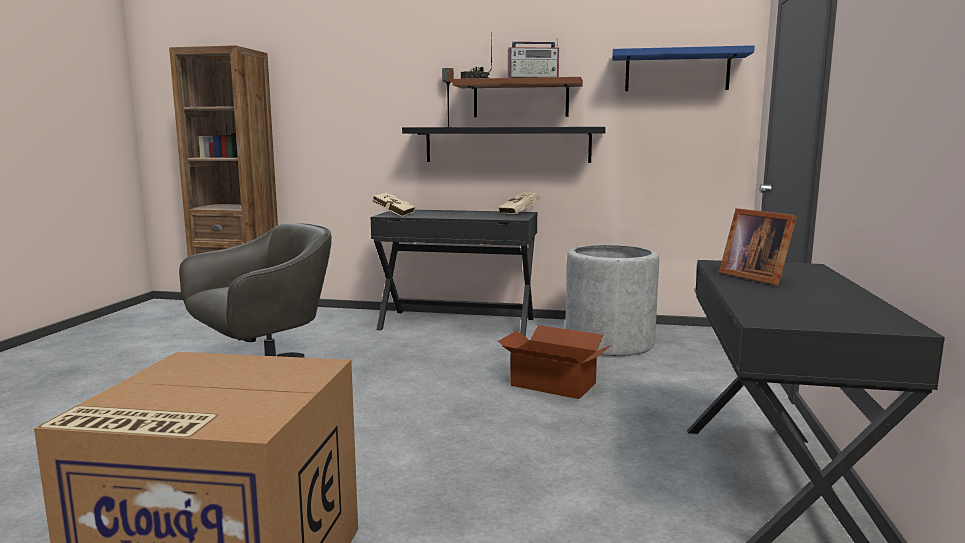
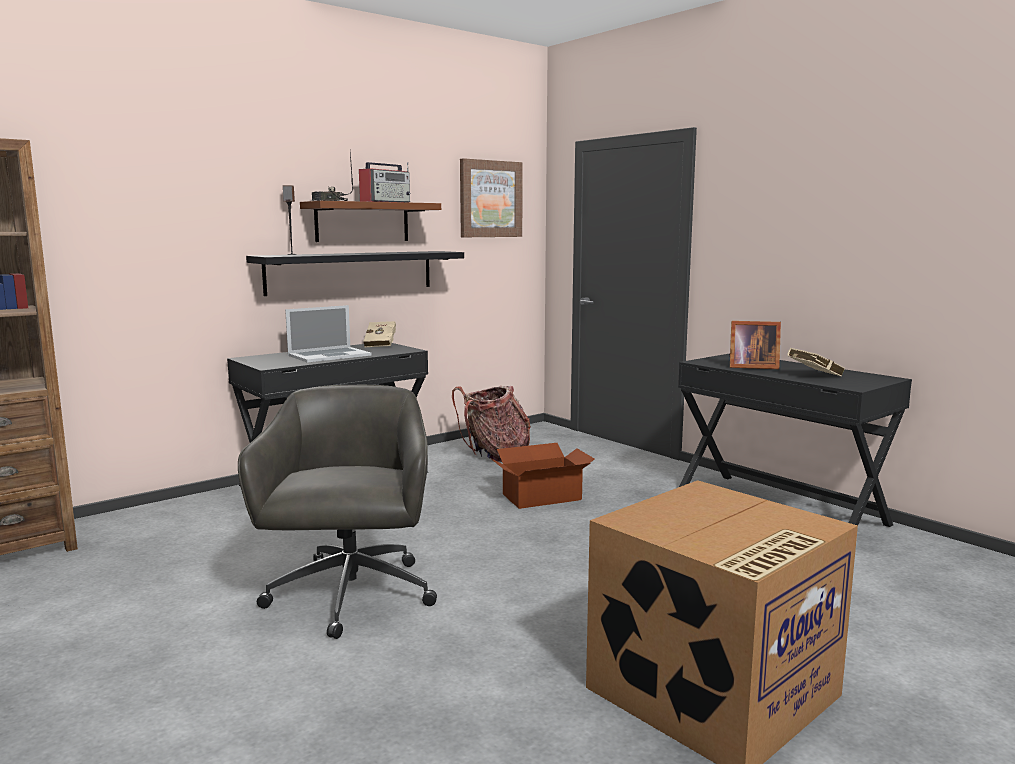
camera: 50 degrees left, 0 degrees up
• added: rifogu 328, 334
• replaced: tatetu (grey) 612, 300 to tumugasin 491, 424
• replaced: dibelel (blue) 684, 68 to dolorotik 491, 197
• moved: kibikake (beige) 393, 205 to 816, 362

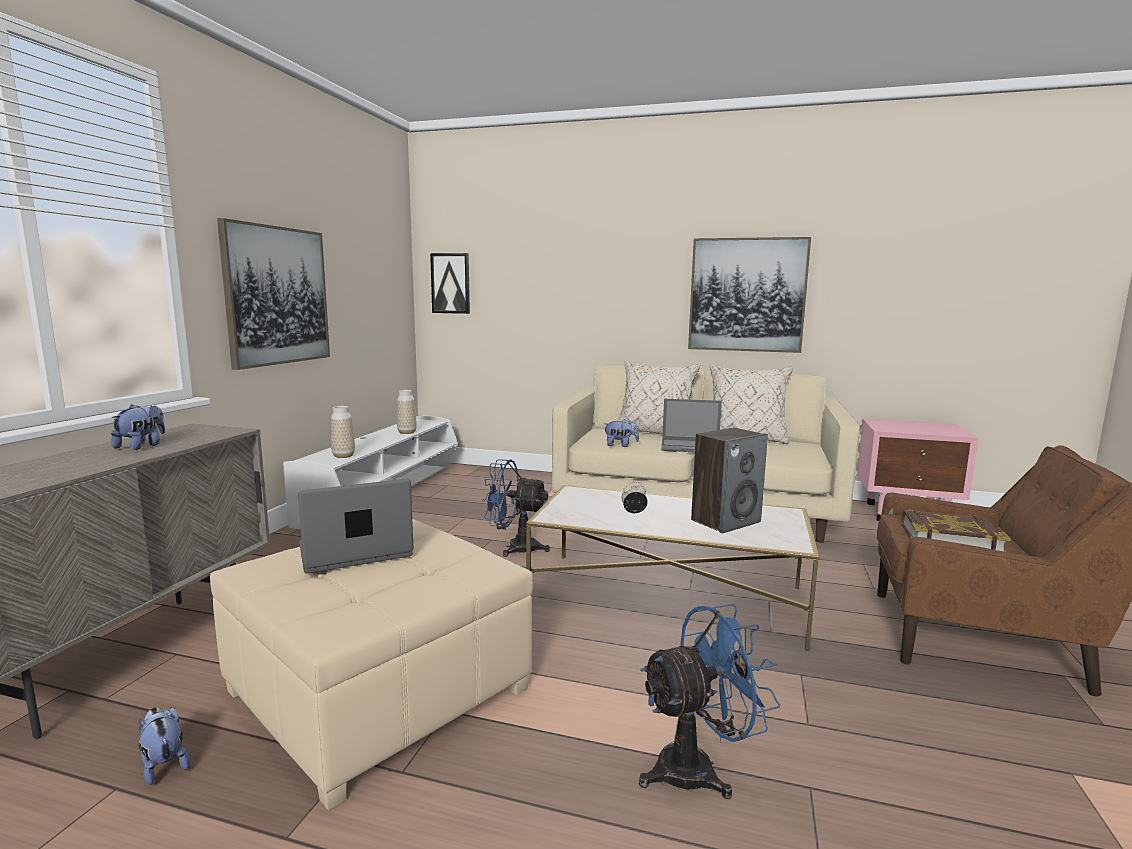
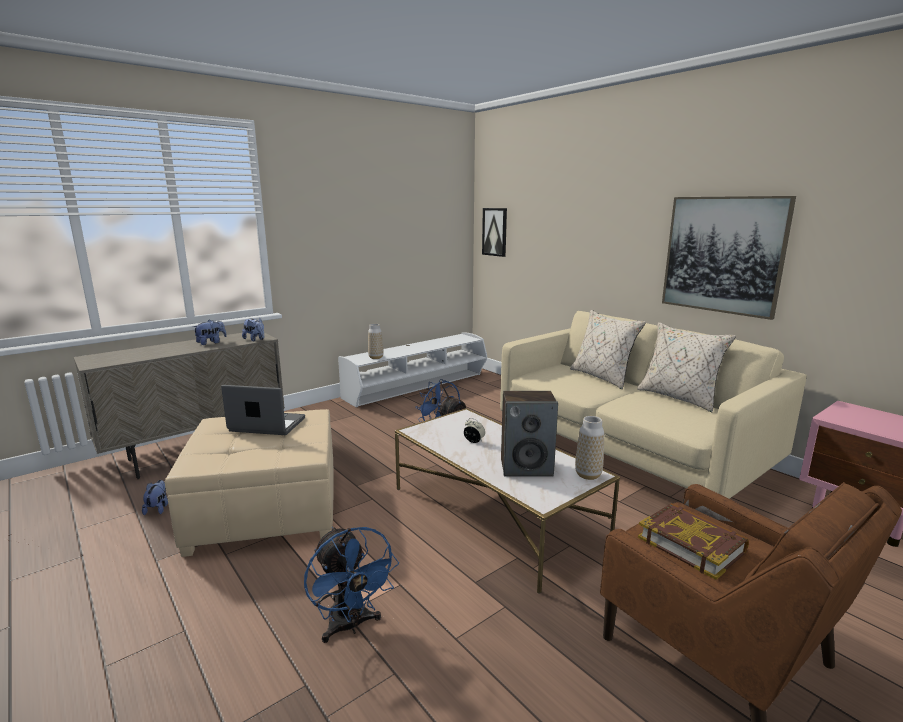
camera: 35 degrees right, 5 degrees up
• moved: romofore 621, 433 to 253, 329
• turned: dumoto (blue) 709, 701 = 351, 585 45 degrees clockwise
• moved: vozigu 407, 412 to 589, 448
• removed: dolorotik 273, 294
• removed: rifogu 691, 425

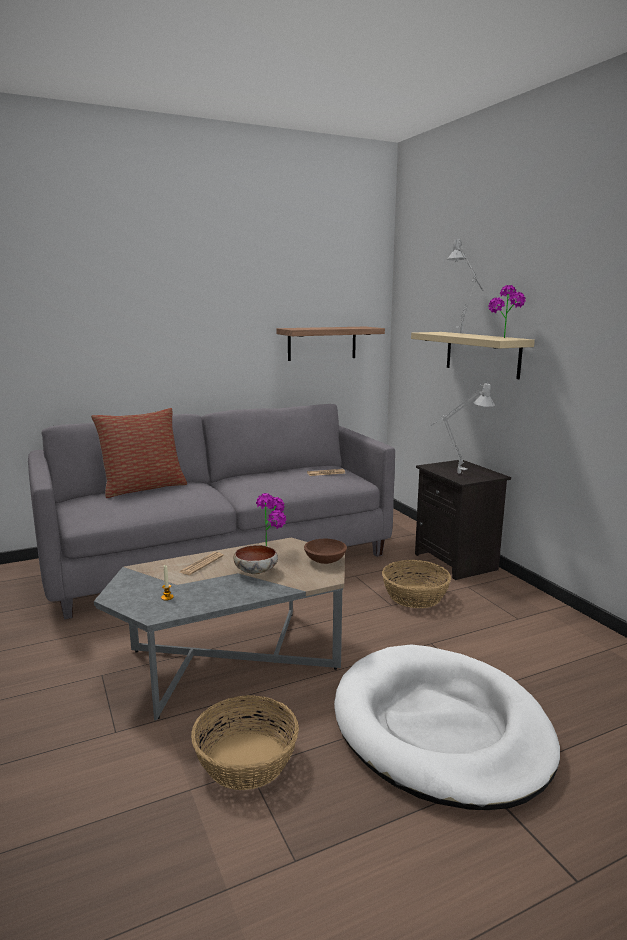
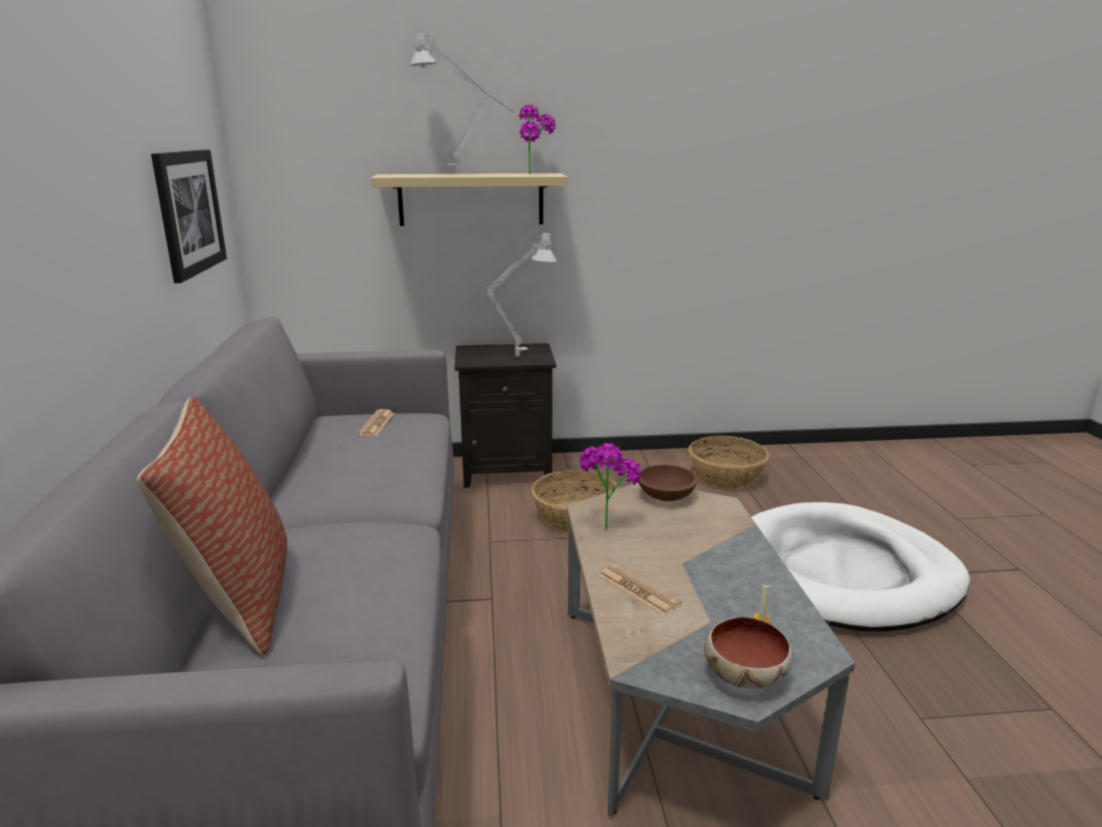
camera: 70 degrees left, 5 degrees up
• replaced: dibelel 330, 344 to dolorotik 189, 216
• moved: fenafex 245, 742 to 728, 462
• moved: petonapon 255, 559 to 748, 653

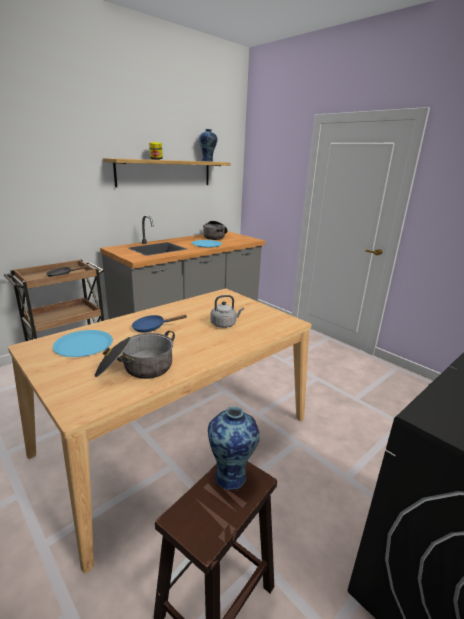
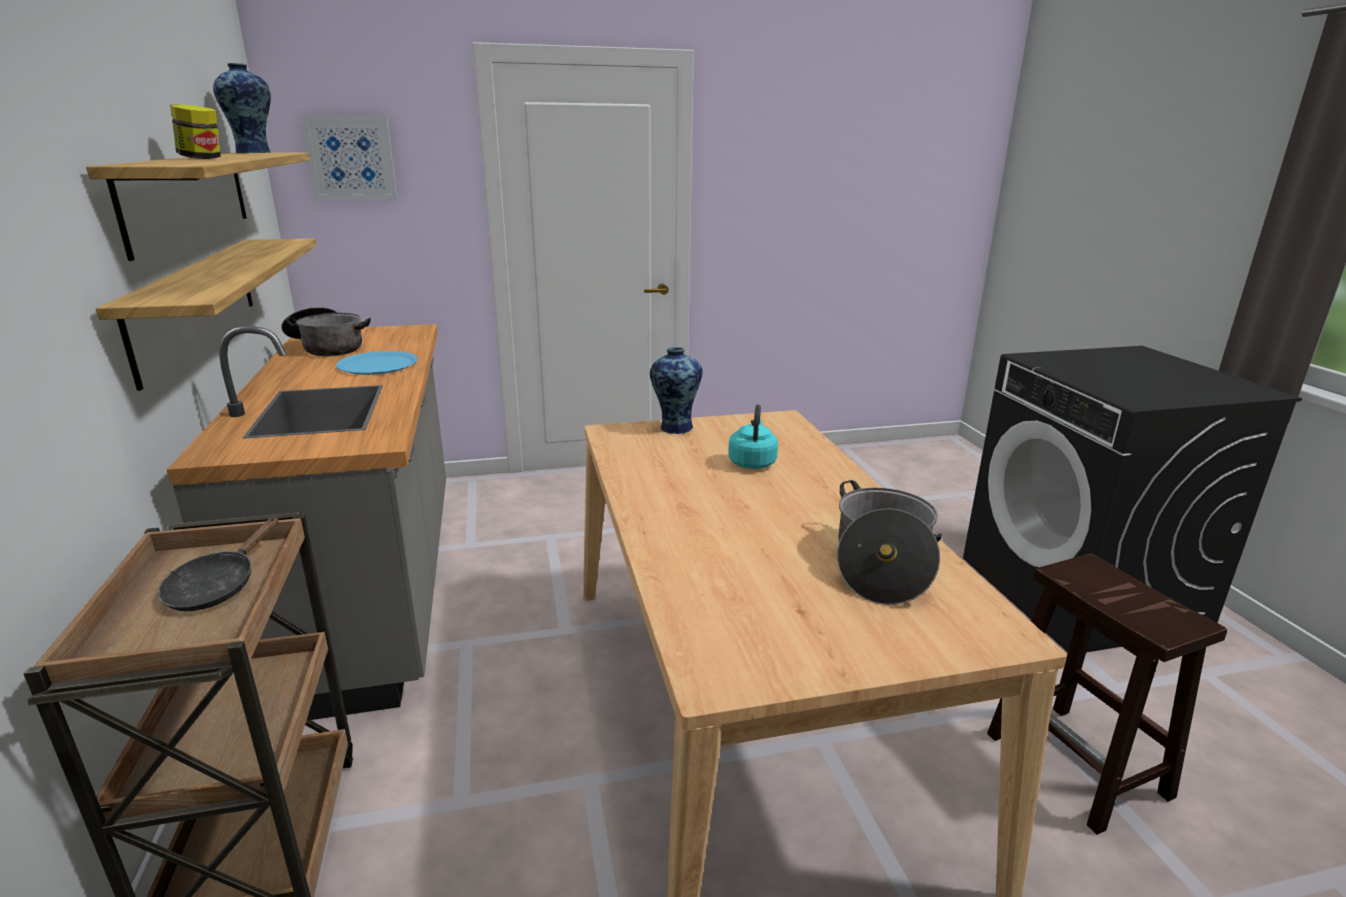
camera: 60 degrees left, 0 degrees up
• added: dibelel 206, 315
• added: dolorotik 350, 157
• moved: vozigu 234, 448 to 676, 390
• recoloured: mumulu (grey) 227, 311 to mumulu (turquoise) 753, 436
• removed: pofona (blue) 83, 343
• removed: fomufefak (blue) 160, 324

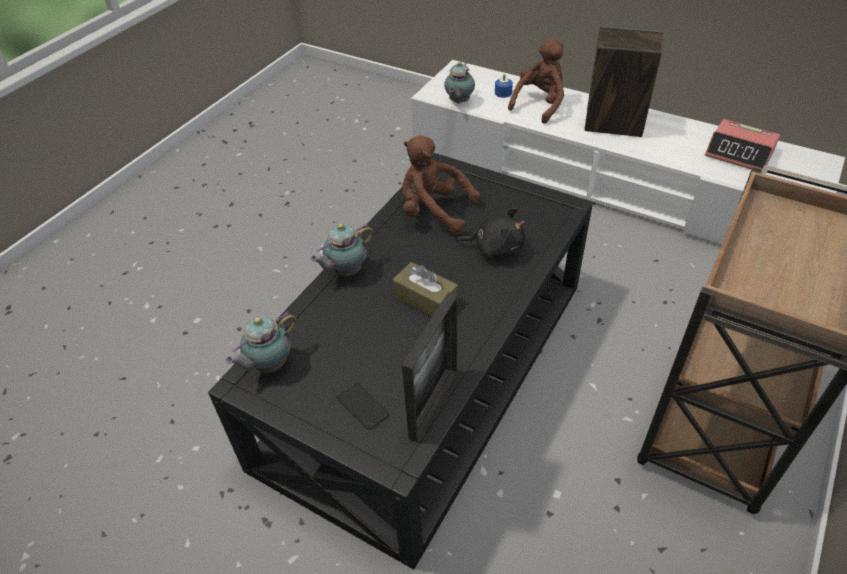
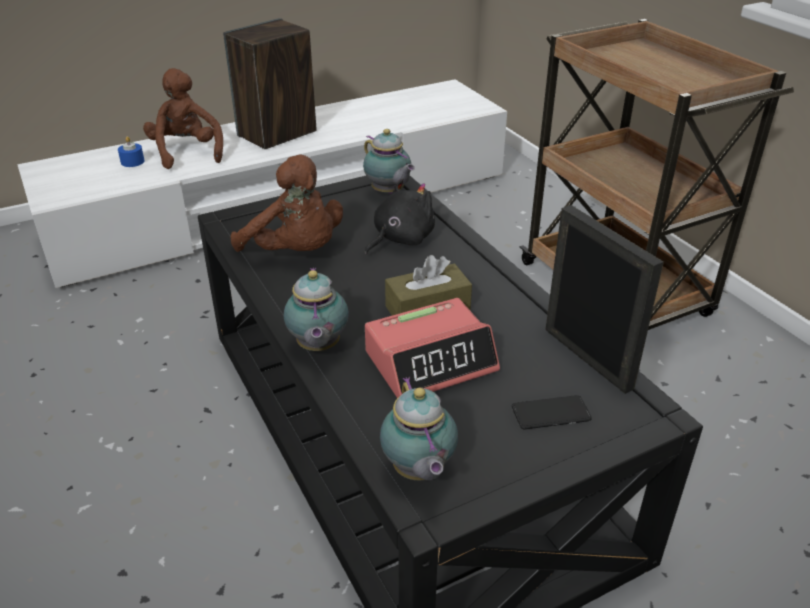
camera: 60 degrees left, 10 degrees down
• turned: romofore (brown) 441, 185 = 287, 203 105 degrees counterclockwise
• moved: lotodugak 459, 83 to 389, 161
• moved: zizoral 742, 144 to 432, 348

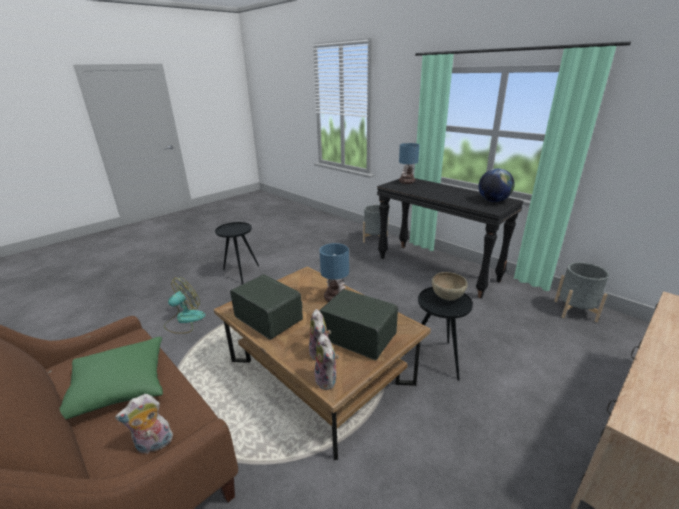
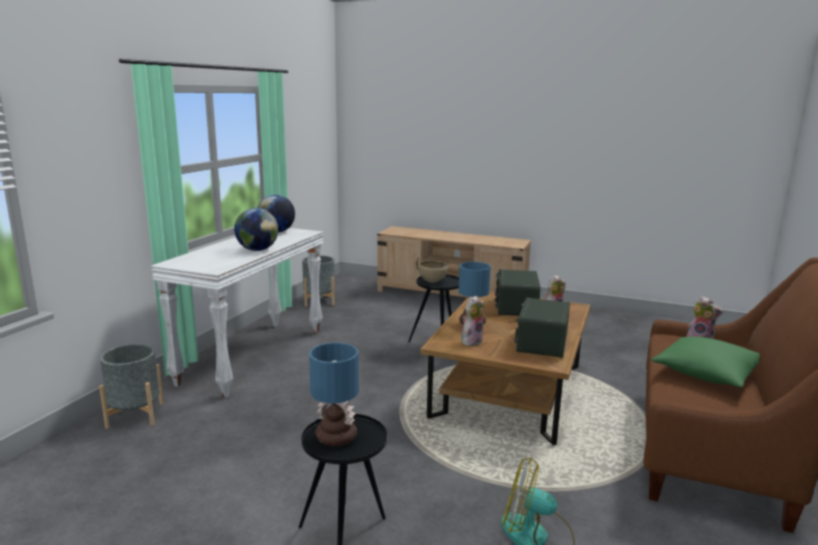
camera: 115 degrees left, 10 degrees down
• recoloured: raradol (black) 450, 238 to raradol (white) 237, 313
• added: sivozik 256, 229
• moved: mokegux 409, 163 to 334, 394
• moved: romofore 326, 362 to 473, 321

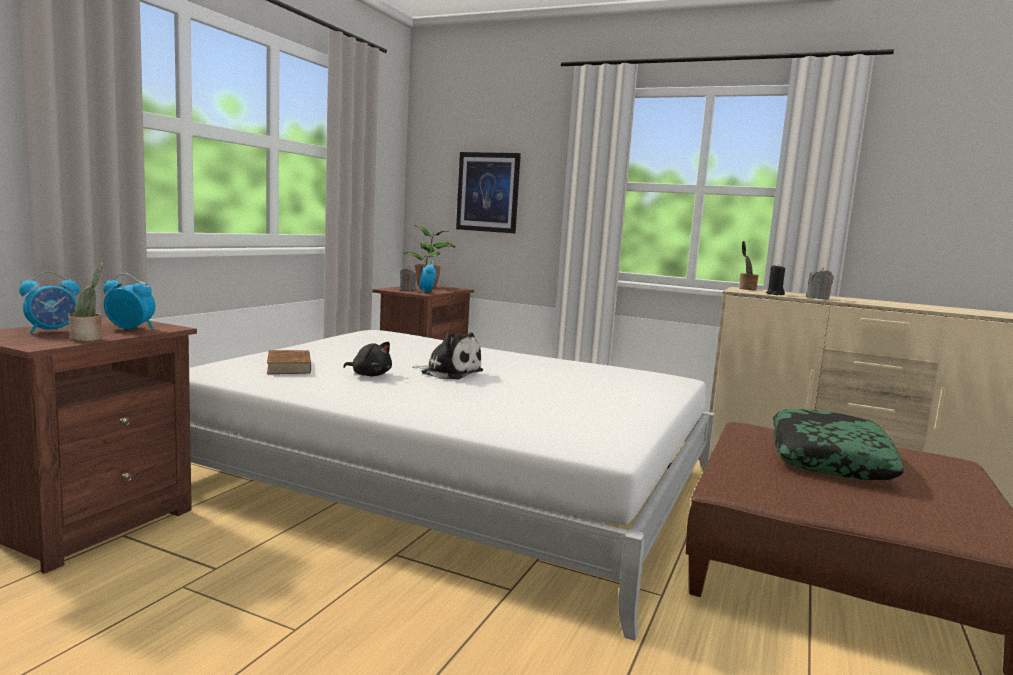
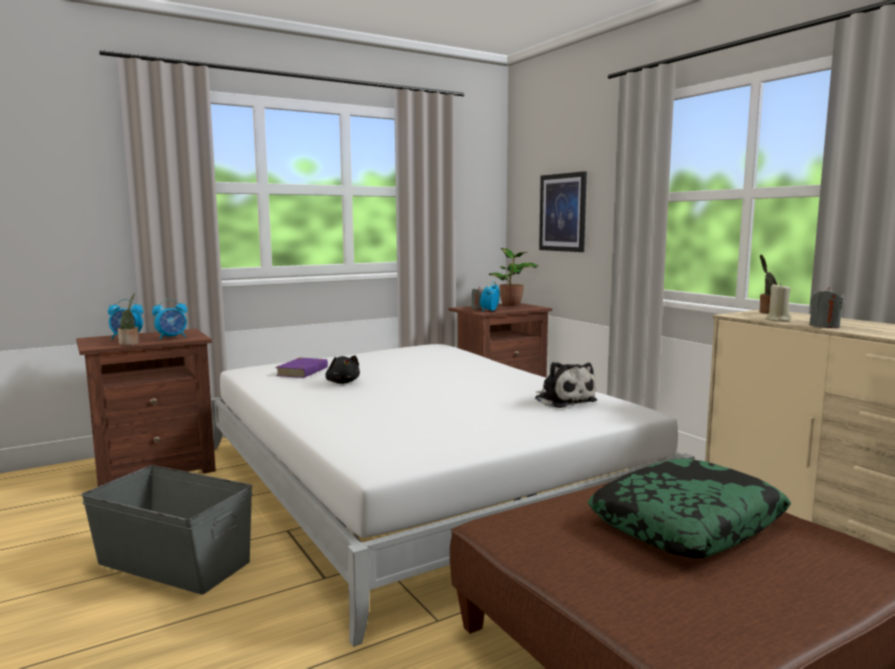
camera: 35 degrees right, 0 degrees up
• added: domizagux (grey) 167, 529
• turned: zizoral 129, 301 = 169, 319 105 degrees clockwise
• recoloured: kibikake (brown) 289, 362 to kibikake (purple) 301, 368
• moved: romofore 447, 356 to 566, 385
• recoloured: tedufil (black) 775, 280 to tedufil (beige) 778, 302

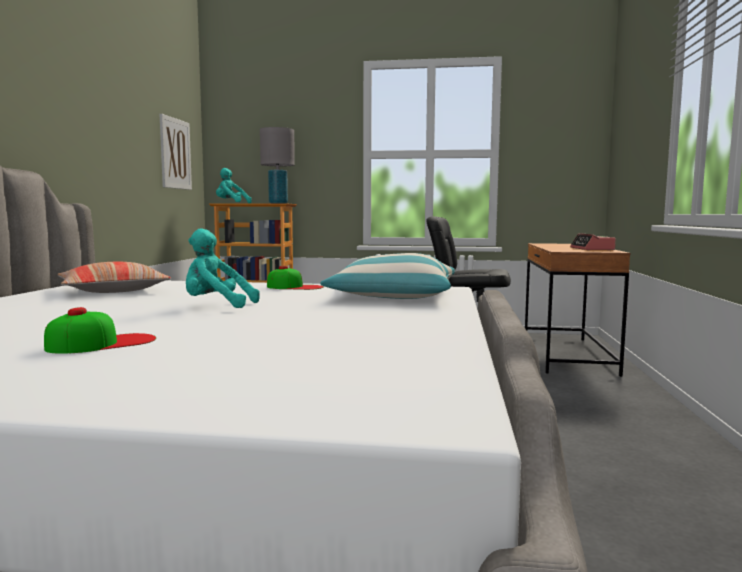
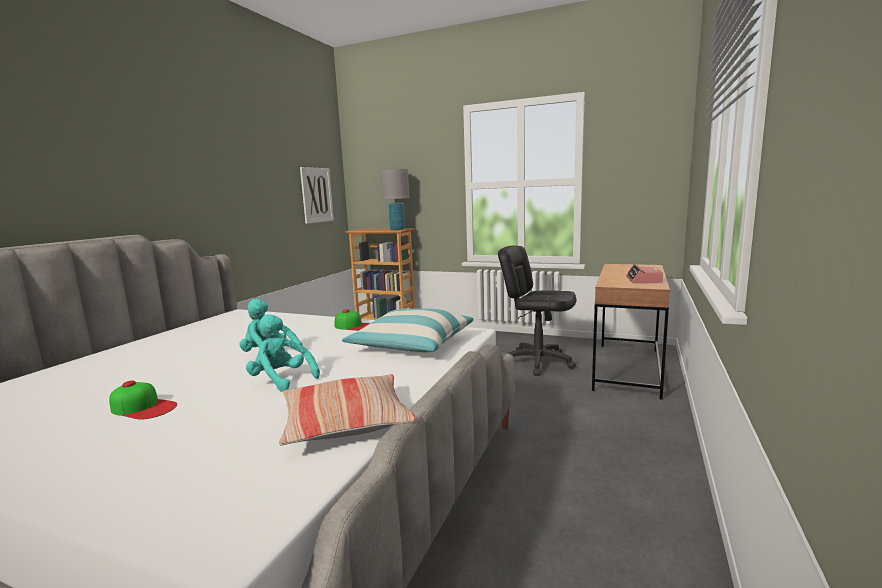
camera: 15 degrees right, 5 degrees up
• turned: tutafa 100, 330 = 143, 400 45 degrees clockwise
• moved: romofore (turquoise) 234, 185 to 283, 352
• moved: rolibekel 114, 277 to 348, 409

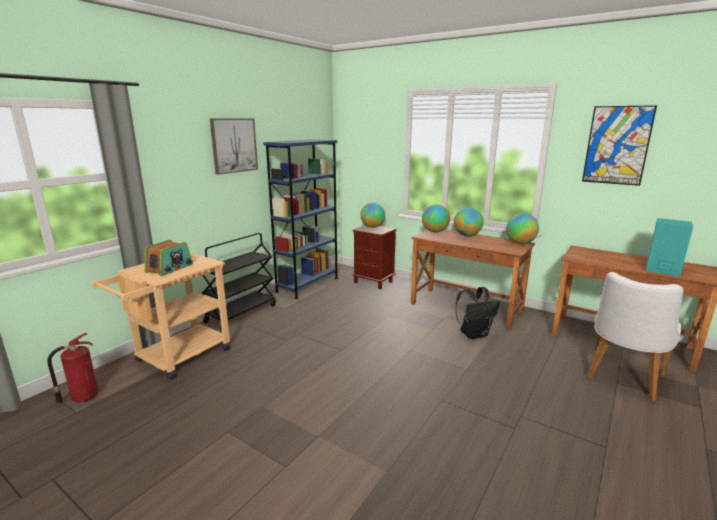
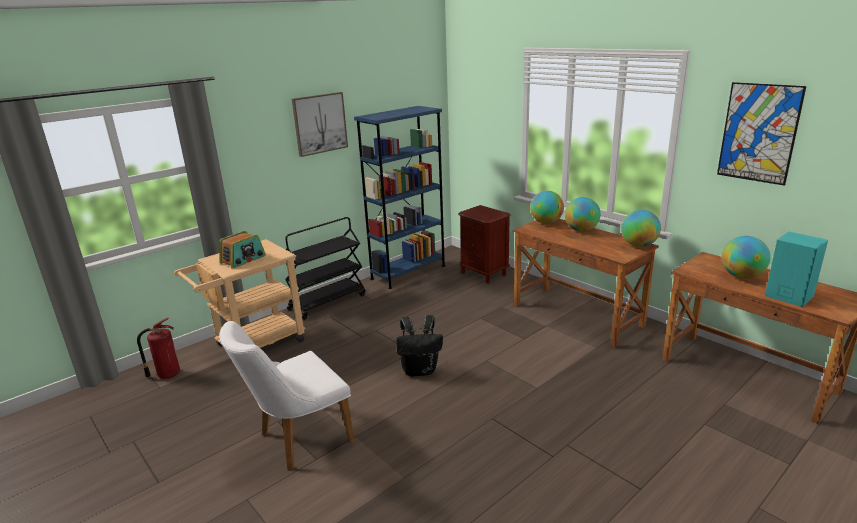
camera: 15 degrees right, 5 degrees up
• moved: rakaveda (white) 634, 336 to 287, 396
• moved: tumugasin (black) 477, 313 to 419, 346
• moved: sivozik 372, 215 to 746, 257

